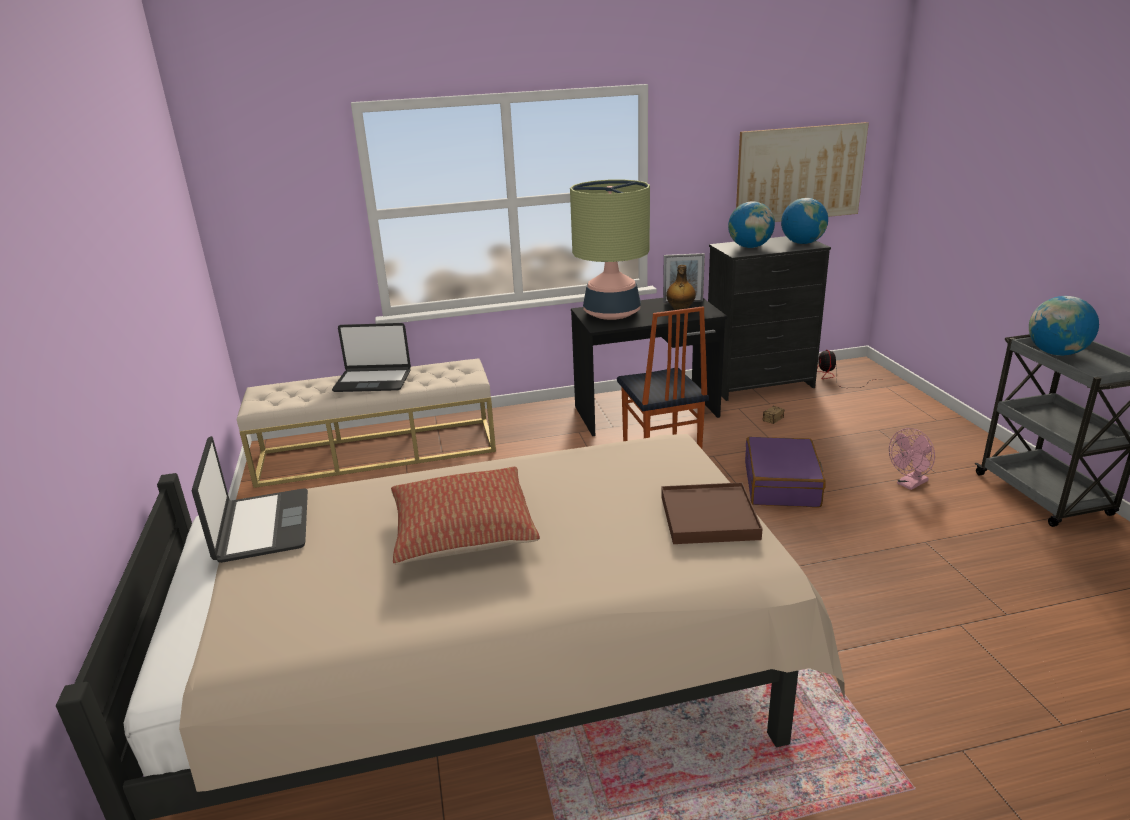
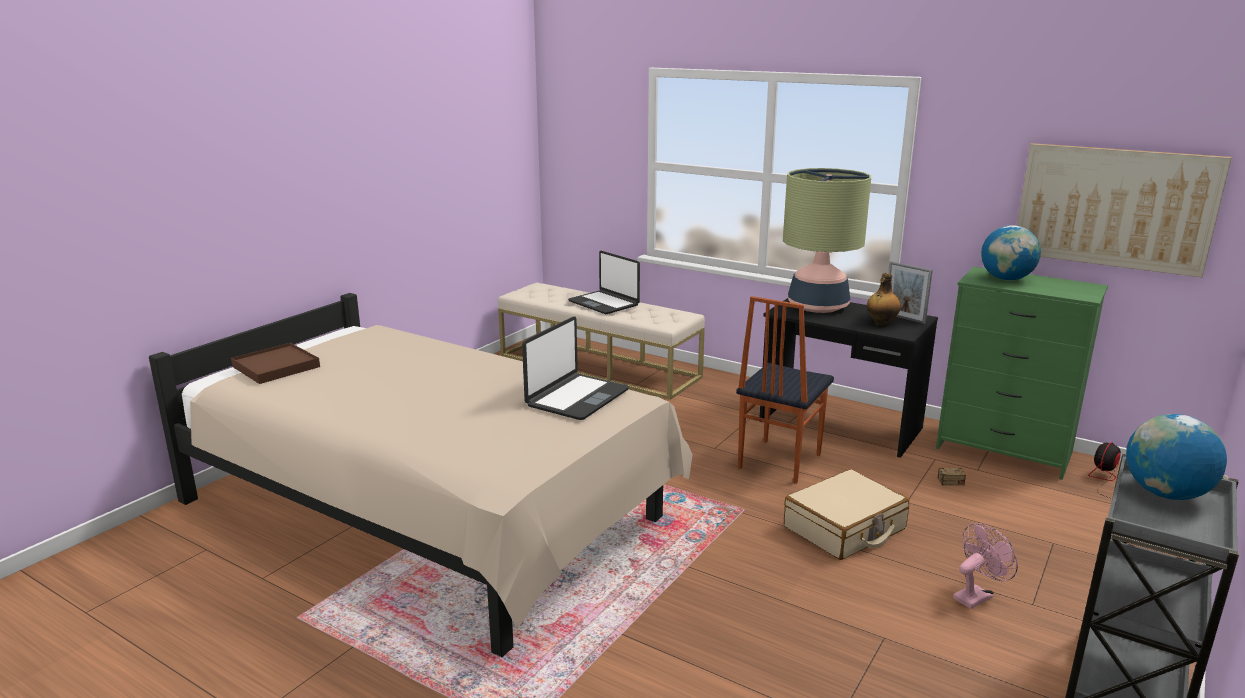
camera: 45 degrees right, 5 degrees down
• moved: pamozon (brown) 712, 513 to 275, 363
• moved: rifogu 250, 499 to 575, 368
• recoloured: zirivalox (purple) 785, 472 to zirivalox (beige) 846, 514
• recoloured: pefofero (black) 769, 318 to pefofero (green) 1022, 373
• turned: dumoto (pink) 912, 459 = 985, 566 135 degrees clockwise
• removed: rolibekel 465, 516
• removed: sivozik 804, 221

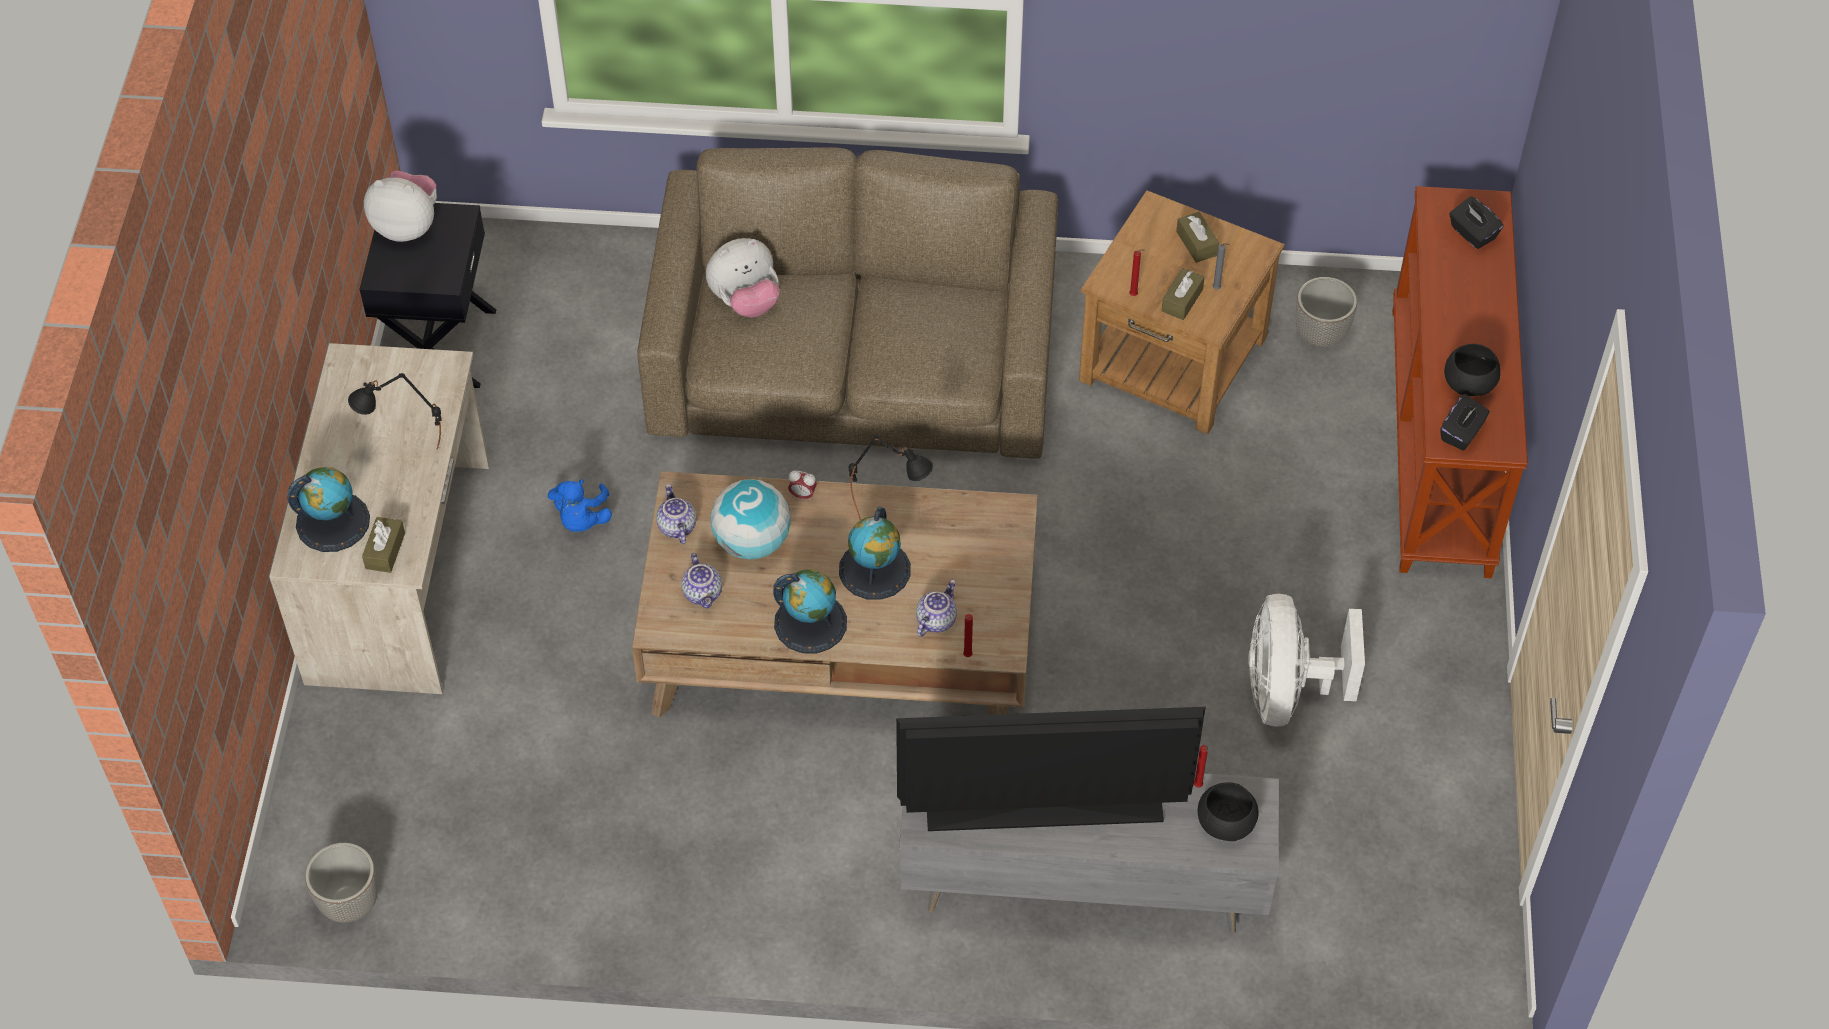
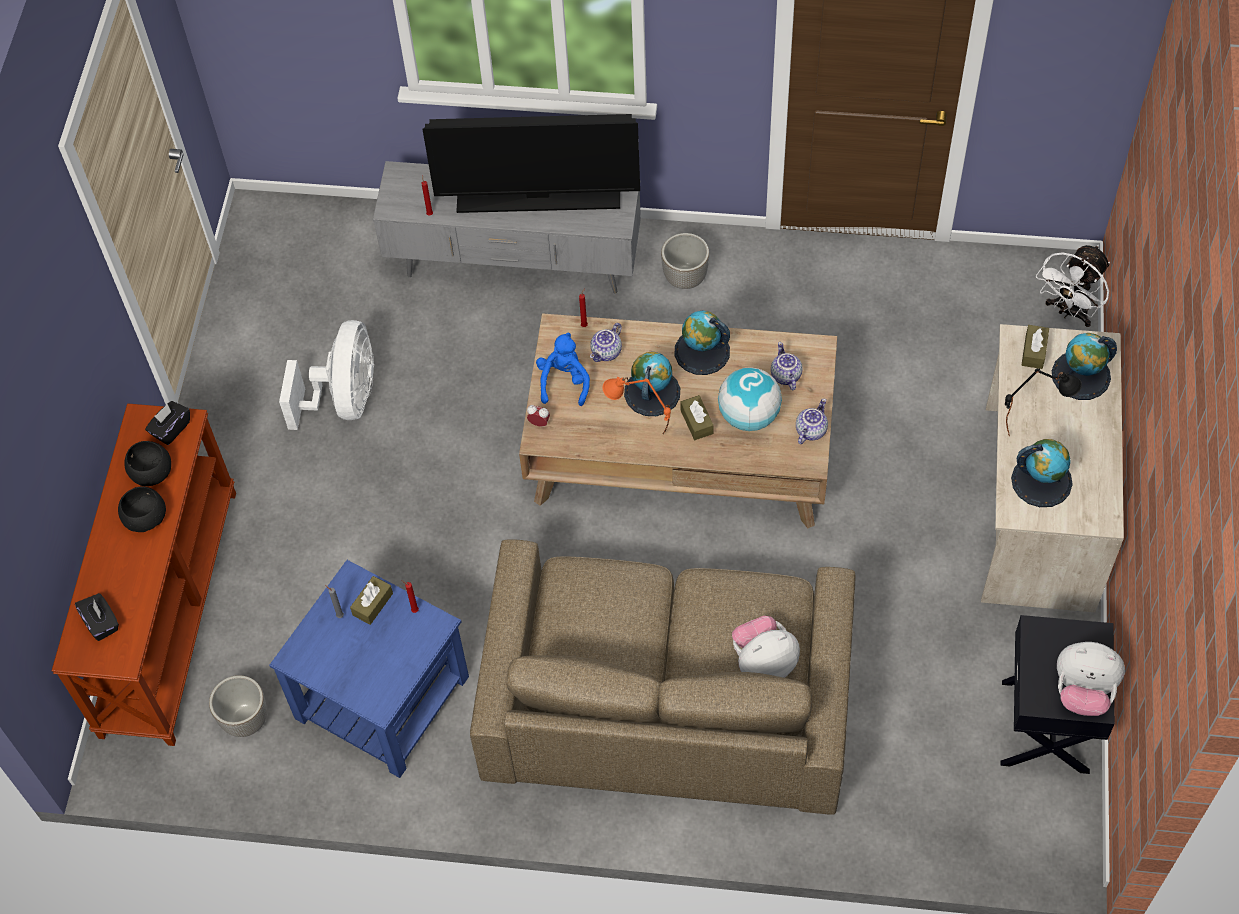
camera: 175 degrees left, 5 degrees up
• moved: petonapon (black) 1228, 811 to 142, 509
• recoloured: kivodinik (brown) 1182, 312 to kivodinik (blue) 369, 669
• moved: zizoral 802, 485 to 538, 416
• moved: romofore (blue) 580, 505 to 563, 369
• recoloured: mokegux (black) 890, 477 to mokegux (orange) 637, 405
• moved: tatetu 341, 883 to 685, 261
• moved: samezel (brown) 1197, 237 to 697, 417
• turned: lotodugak 676, 514 = 812, 421 135 degrees counterclockwise
• added: sivozik 1042, 473
• added: dumoto (white) 1073, 286

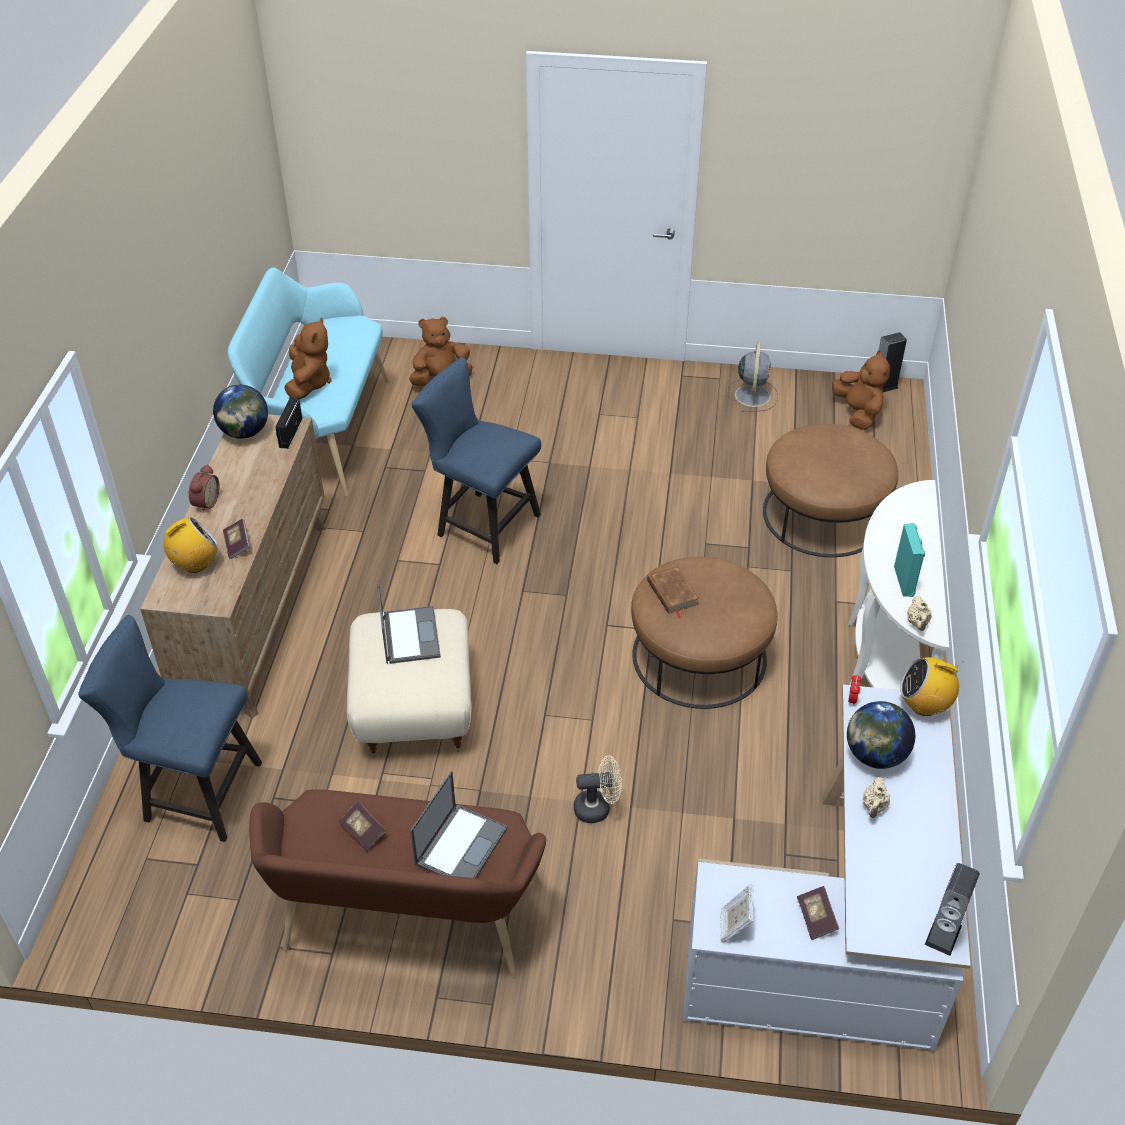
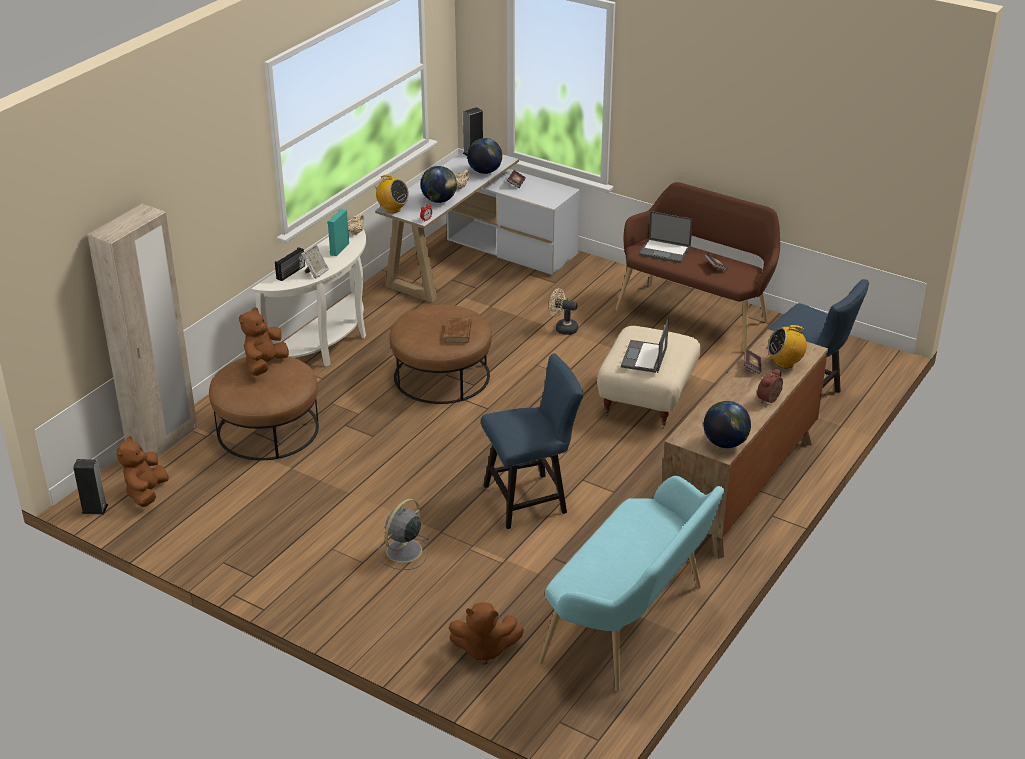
camera: 155 degrees left, 10 degrees down
• added: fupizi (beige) 142, 330
• moved: romofore (brown) 307, 358 to 264, 341
• moved: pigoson 288, 423 to 290, 264
• moved: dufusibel 737, 913 to 315, 261
• moved: dumoto (grey) 752, 377 to 403, 534
• added: sivozik 484, 156
• turned: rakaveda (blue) 476, 460 = 532, 441 75 degrees counterclockwise
• turned: rifogu 459, 824 = 666, 237 120 degrees counterclockwise

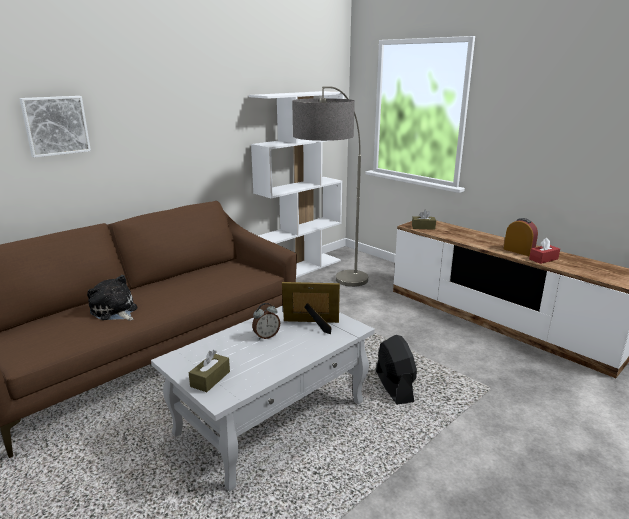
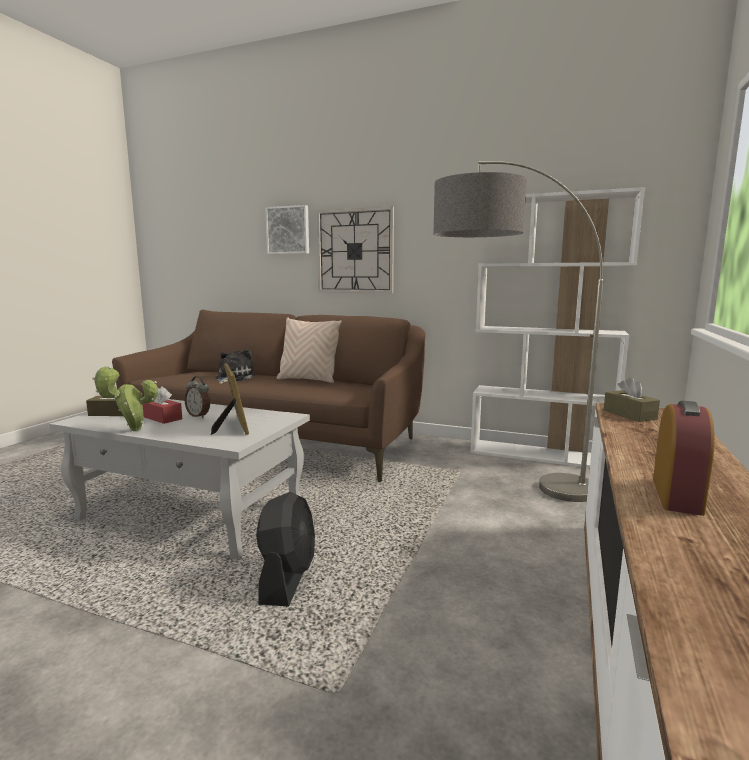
camera: 65 degrees right, 10 degrees down
• added: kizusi 125, 398
• moved: samezel (red) 544, 251 to 162, 405
• turned: dumoto (black) 396, 370 = 285, 549 45 degrees counterclockwise
• added: rolibekel (beige) 309, 350
• added: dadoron 355, 249

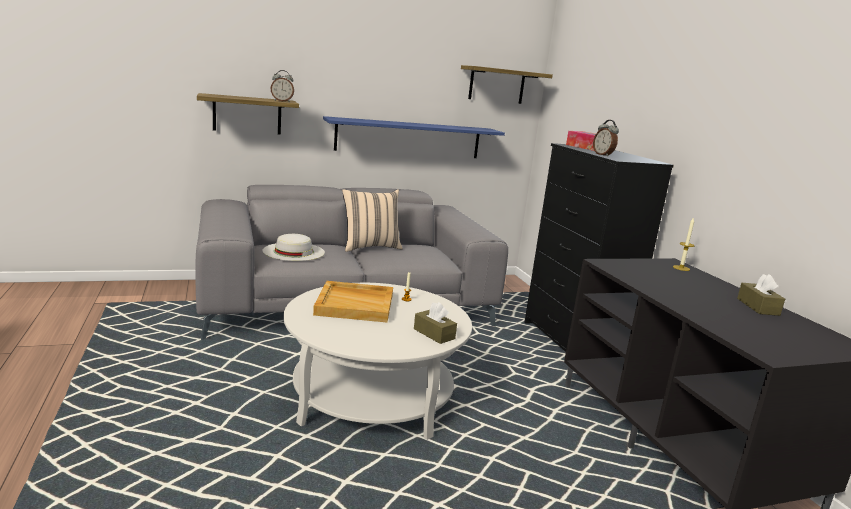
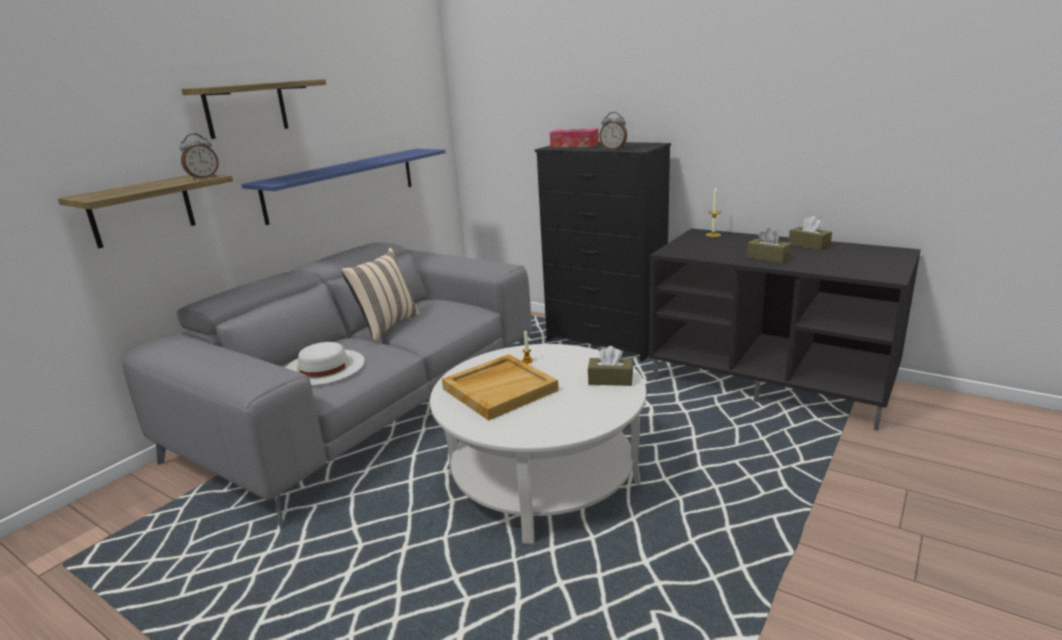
camera: 35 degrees left, 5 degrees up
• moved: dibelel 507, 84 to 253, 109
• added: samezel (brown) 769, 245

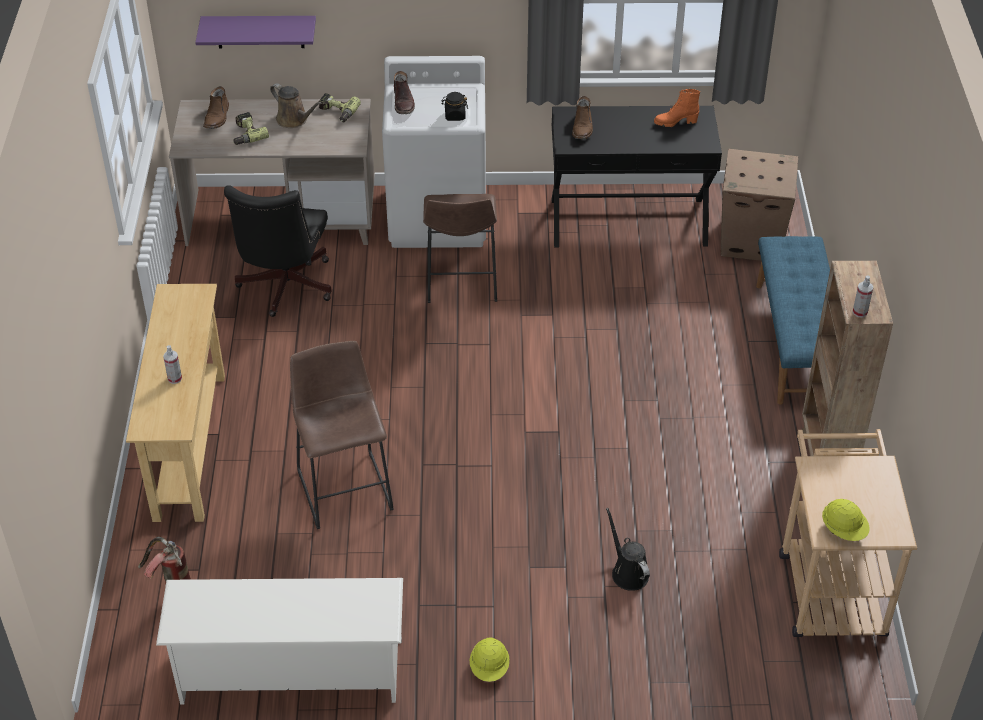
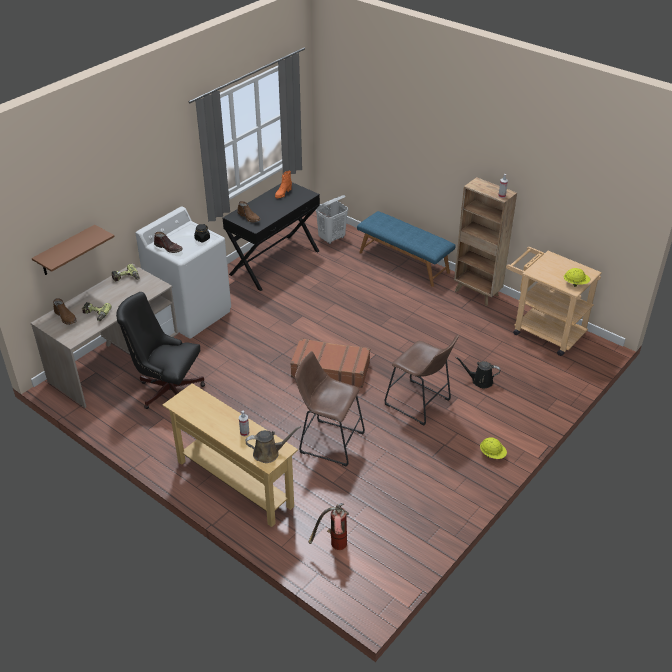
camera: 50 degrees left, 5 degrees down
• recoloured: dibelel (purple) 255, 32 to dibelel (brown) 73, 250
• turned: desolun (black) 278, 251 = 160, 350 150 degrees clockwise
• moved: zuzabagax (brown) 296, 105 to 273, 444
• added: zirivalox (brown) 330, 363
• replaced: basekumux 759, 204 to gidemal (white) 332, 219
• moved: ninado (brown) 460, 248 to 422, 380
• removed: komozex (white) 279, 641

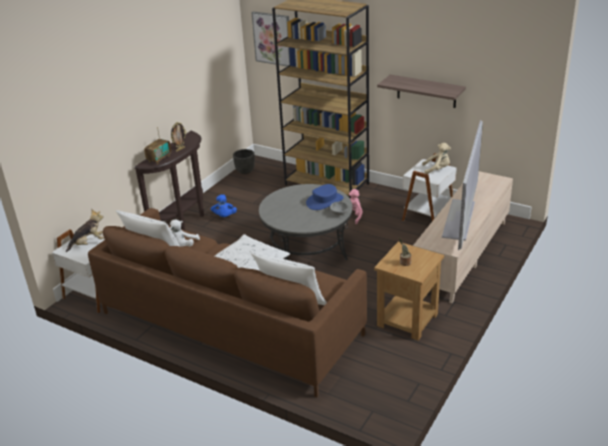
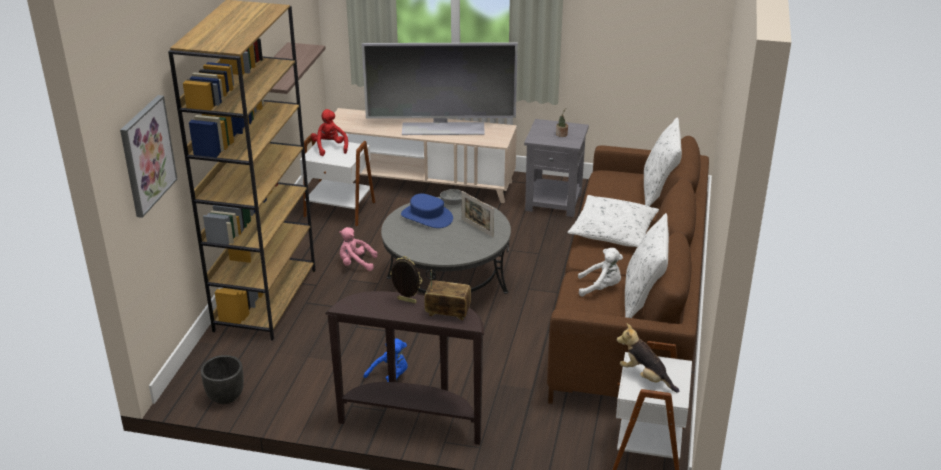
camera: 110 degrees left, 0 degrees up
• recoloured: romofore (beige) 436, 158 to romofore (red) 329, 132
• added: dufusibel 478, 214
• recoloured: kivodinik (brown) 409, 291 to kivodinik (grey) 556, 168

